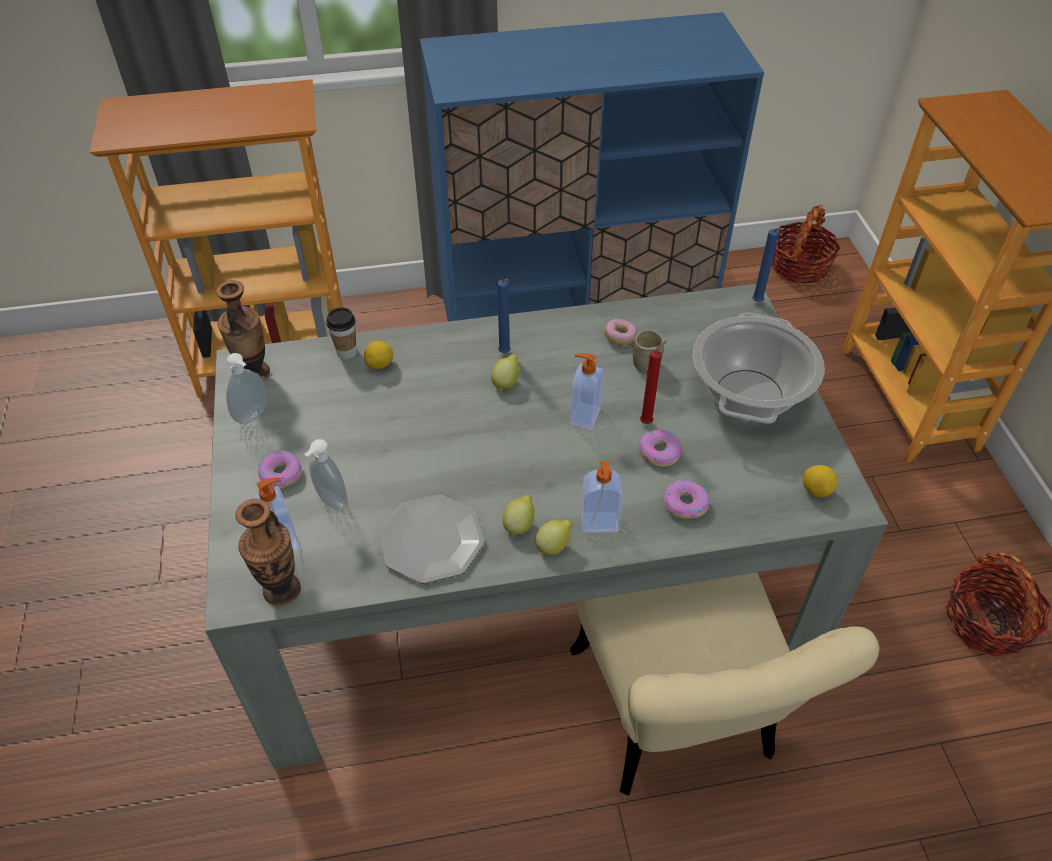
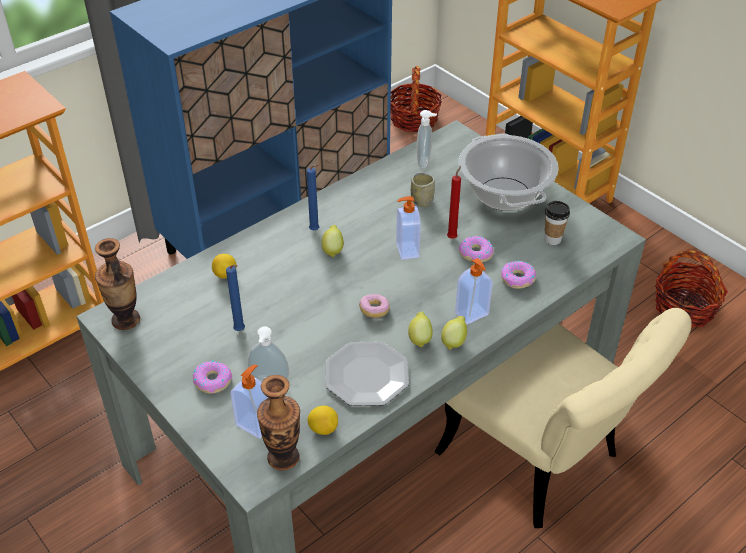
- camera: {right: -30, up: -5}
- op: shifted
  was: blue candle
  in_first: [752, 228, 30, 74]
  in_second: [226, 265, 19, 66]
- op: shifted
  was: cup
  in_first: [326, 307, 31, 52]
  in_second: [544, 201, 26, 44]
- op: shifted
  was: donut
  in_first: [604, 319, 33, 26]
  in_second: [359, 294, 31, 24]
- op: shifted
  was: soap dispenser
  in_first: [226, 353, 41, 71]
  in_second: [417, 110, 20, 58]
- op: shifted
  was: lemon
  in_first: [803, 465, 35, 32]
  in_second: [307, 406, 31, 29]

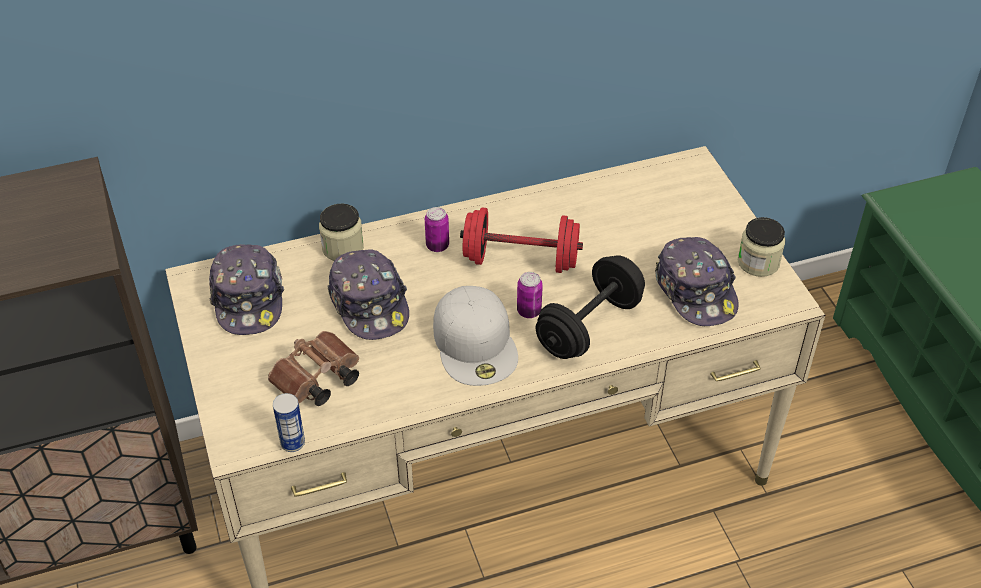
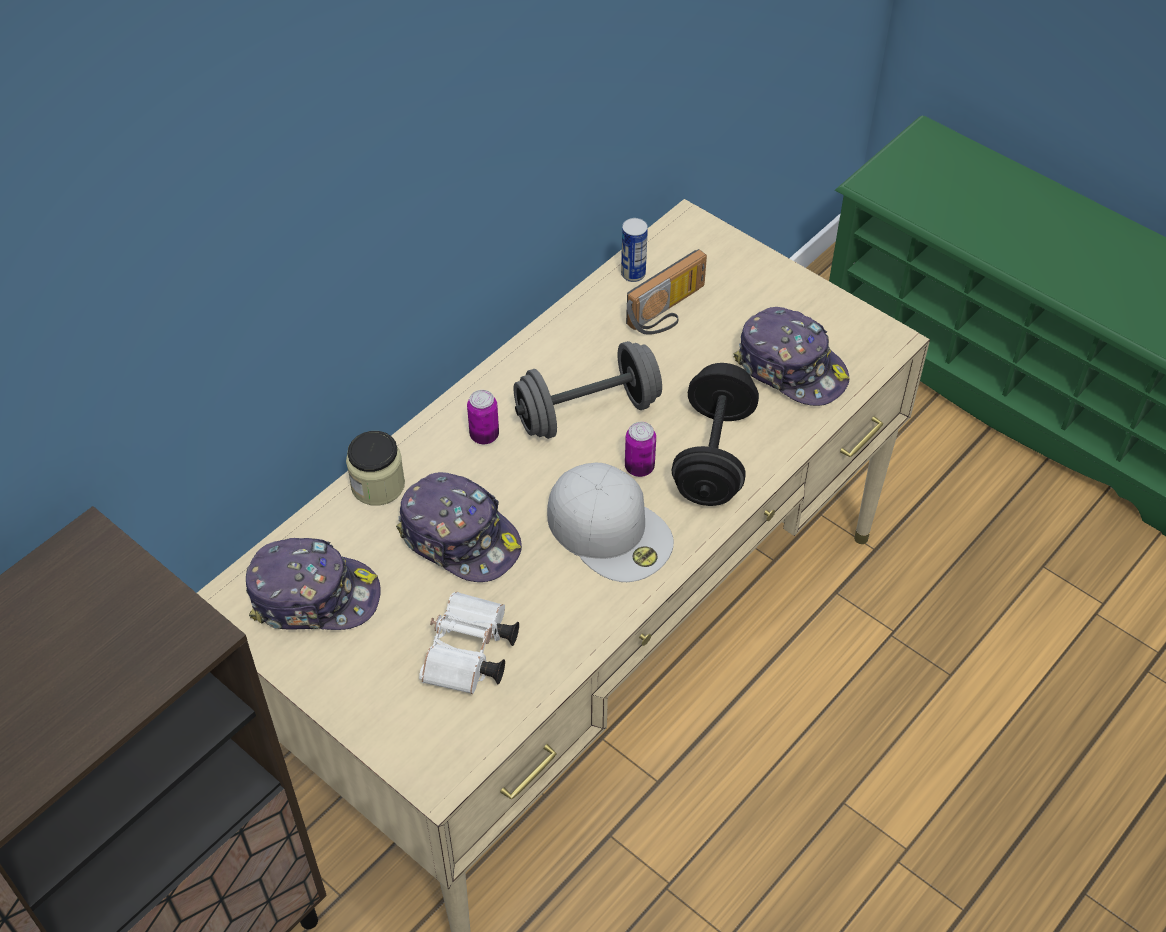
- camera: {right: -30, up: 5}
- op: repainted
  was: red dumbbell
  now: grey dumbbell
  in_first: [460, 208, 123, 65]
  in_second: [514, 341, 148, 98]
- op: gone
  was: jar
  in_first: [738, 217, 47, 60]
- op: rotated
  was: cap
  in_first: [209, 244, 75, 91]
  in_second: [246, 538, 135, 92]
  clockwise: -45
- op: repainted
  was: brown binoculars
  now: white binoculars
  in_first: [268, 331, 91, 75]
  in_second: [419, 592, 100, 102]
- op: shifted
  was: can
  in_first: [273, 393, 32, 59]
  in_second: [621, 218, 27, 64]
- op: new
  now: radio
  in_second: [626, 249, 81, 86]

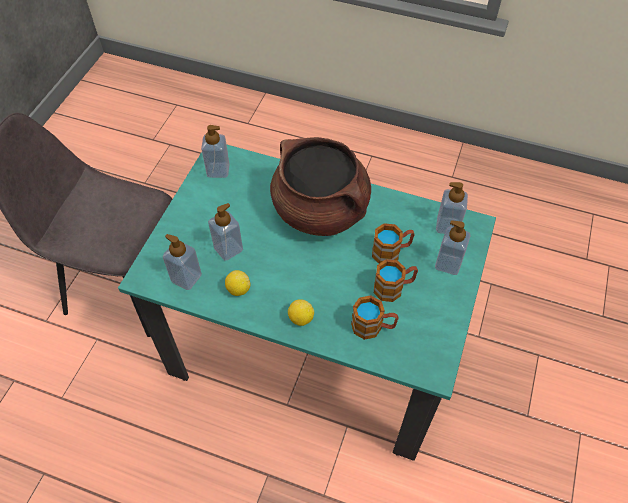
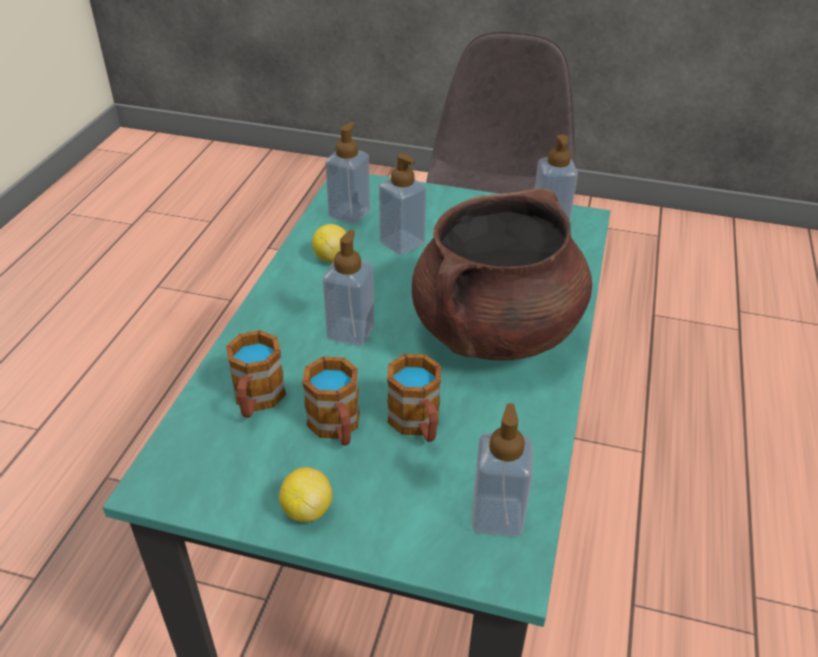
- camera: {right: 85, up: -15}
- op: shifted
  was: soap dispenser
  in_first: [435, 220, 36, 55]
  in_second: [323, 230, 51, 116]
- op: shifted
  was: lemon
  in_first: [288, 299, 26, 27]
  in_second: [279, 467, 53, 55]

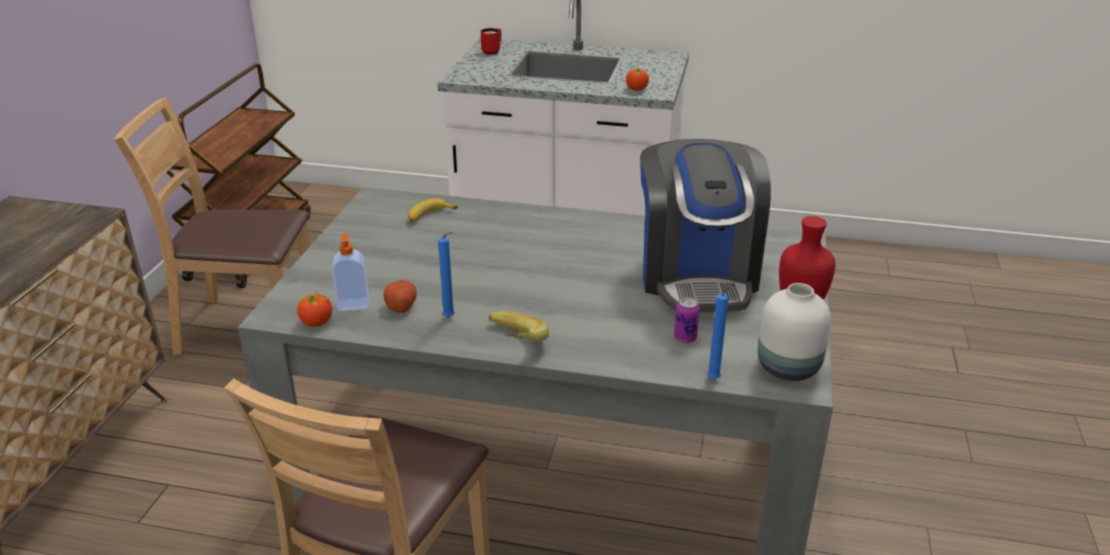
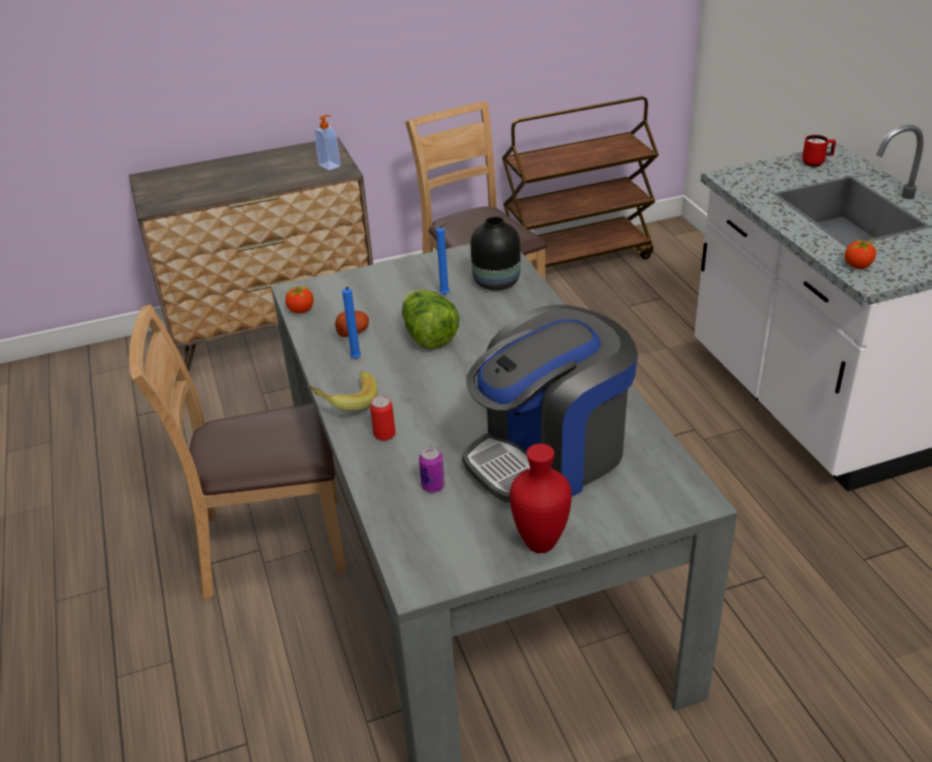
- camera: {right: 60, up: 5}
- op: swapped
  was: banana
  now: black vase
  in_first: [408, 198, 50, 24]
  in_second: [471, 216, 50, 74]
- op: shifted
  was: soap dispenser
  in_first: [332, 233, 37, 78]
  in_second: [314, 115, 27, 55]
- op: gone
  was: white vase
  in_first: [758, 283, 73, 98]
- op: shifted
  was: blue candle
  in_first: [707, 284, 27, 95]
  in_second: [436, 223, 13, 71]
- op: new
  now: lettuce
  in_second: [402, 290, 57, 59]
- op: new
  now: can
  in_second: [370, 395, 26, 46]

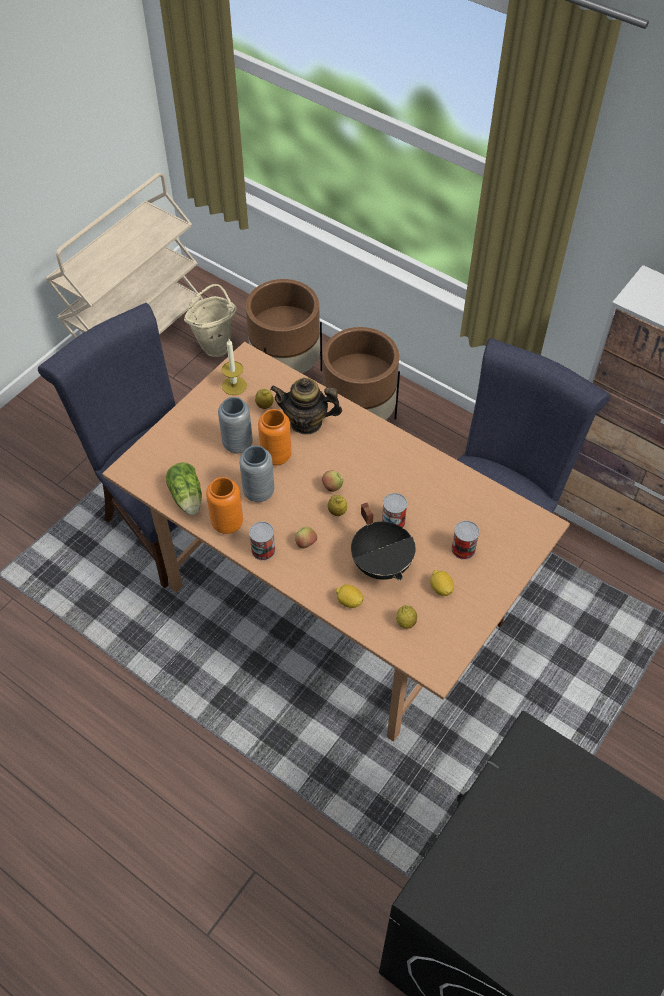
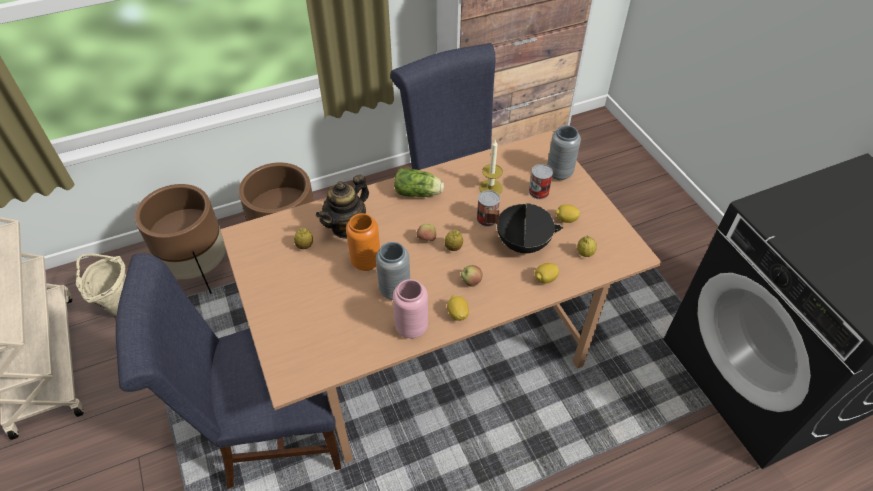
- camera: {right: -60, up: -5}
- op: shifted
  was: candle
  in_first: [222, 339, 25, 56]
  in_second: [479, 139, 24, 56]
- op: shifted
  was: grey vase
  in_first: [218, 397, 35, 56]
  in_second: [547, 125, 34, 55]
- op: shifted
  was: lettuce
  in_first: [166, 462, 36, 53]
  in_second: [394, 168, 50, 29]
- op: repainted
  was: orange vase
  now: pink vase
  in_first: [206, 477, 37, 57]
  in_second: [393, 279, 35, 59]
- op: swapped
  was: can
  now: lemon
  in_first: [249, 521, 27, 40]
  in_second: [447, 295, 22, 26]

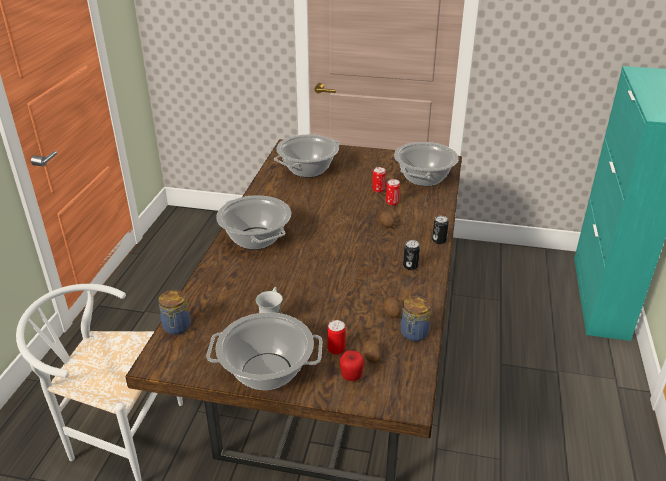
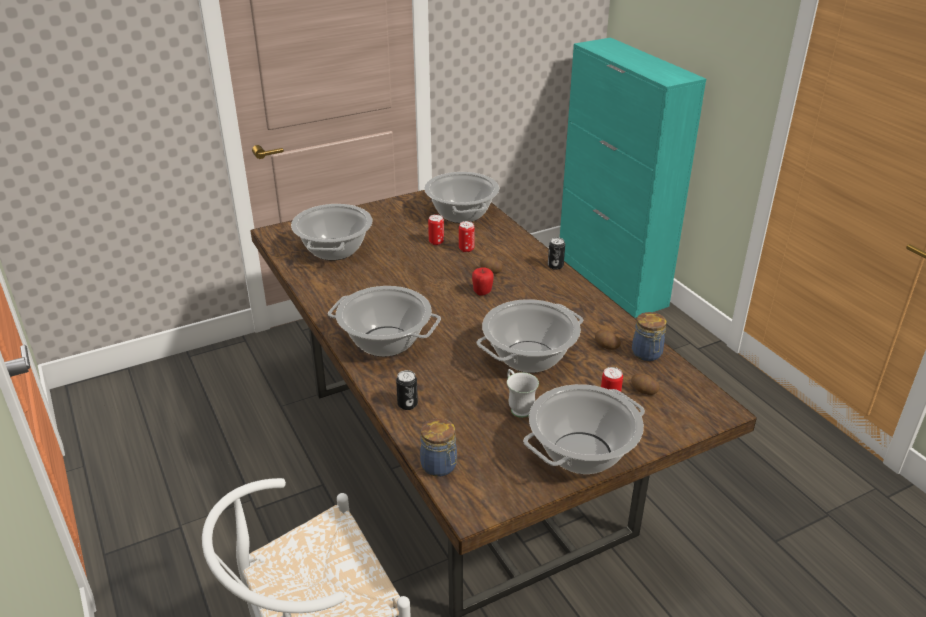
- camera: {right: -40, up: 0}
- op: shifted
  was: can
  in_first: [403, 240, 17, 30]
  in_second: [396, 370, 22, 40]
- op: shifted
  was: apple
  in_first: [340, 350, 24, 31]
  in_second: [472, 267, 22, 29]
- op: new
  now: cooking pot
  in_second: [477, 299, 106, 74]

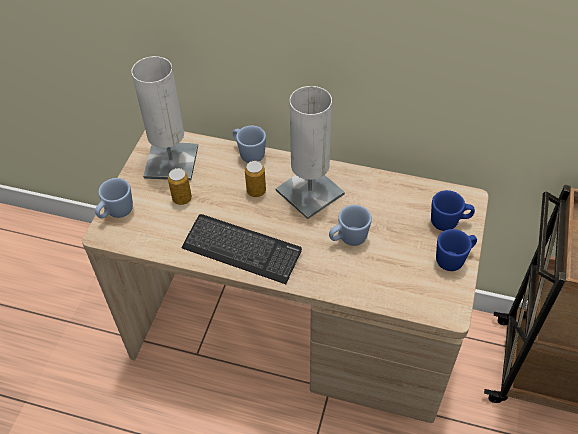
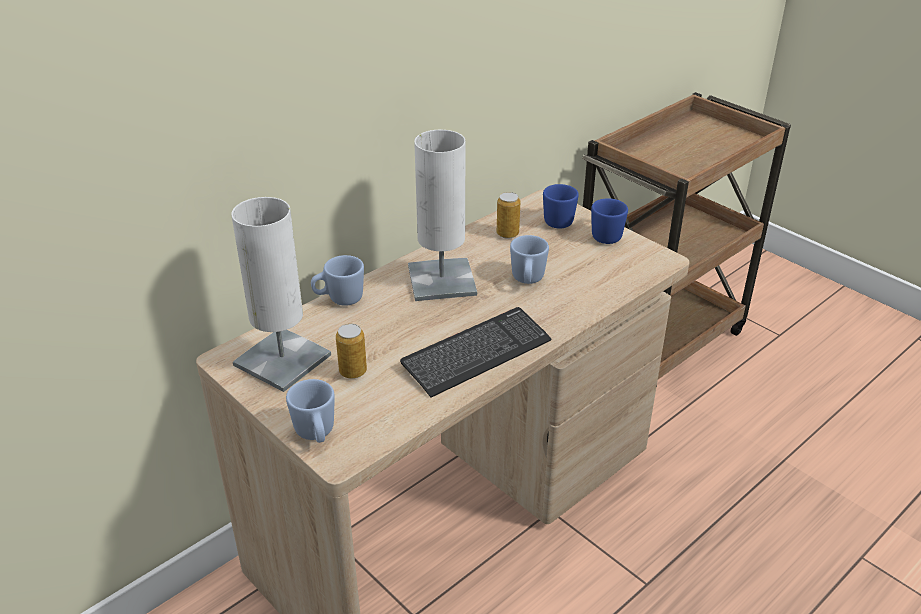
- camera: {right: -60, up: -15}
- op: shifted
  was: can
  in_first: [245, 161, 21, 36]
  in_second: [497, 192, 23, 47]

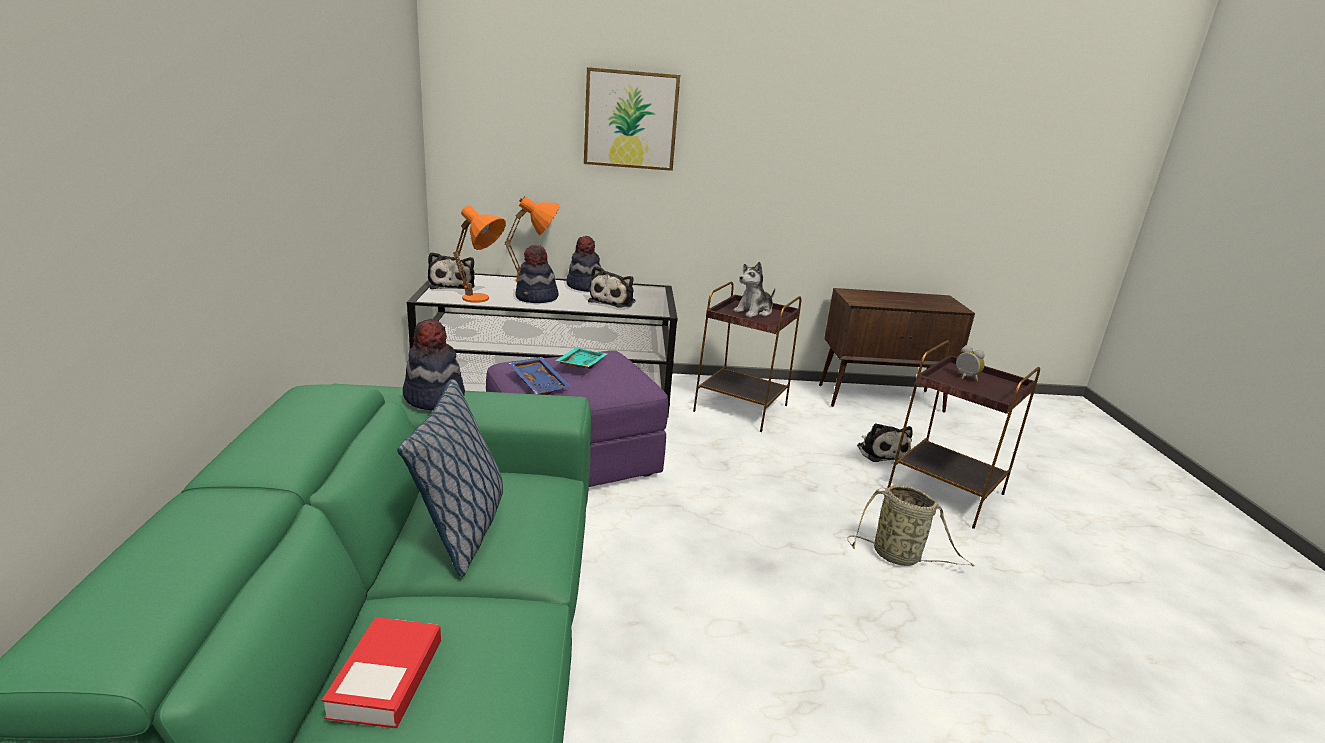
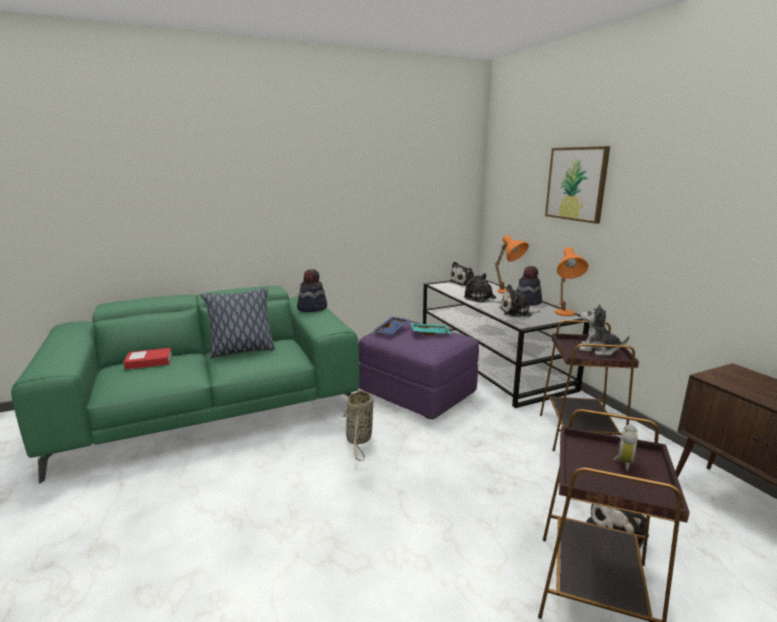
- camera: {right: 70, up: -5}
- op: shifted
  was: orange table lamp
  in_first: [453, 205, 53, 98]
  in_second: [555, 247, 34, 69]
- op: swapped
  was: hat
  now: plush toy
  in_first: [515, 245, 44, 58]
  in_second: [463, 273, 38, 30]
- op: shifted
  was: basket
  in_first: [847, 485, 128, 81]
  in_second: [342, 388, 31, 73]

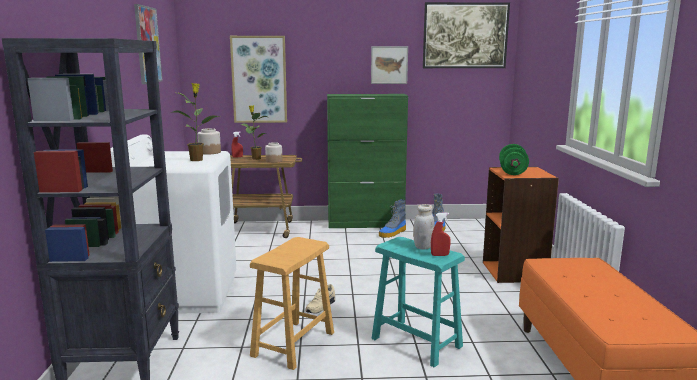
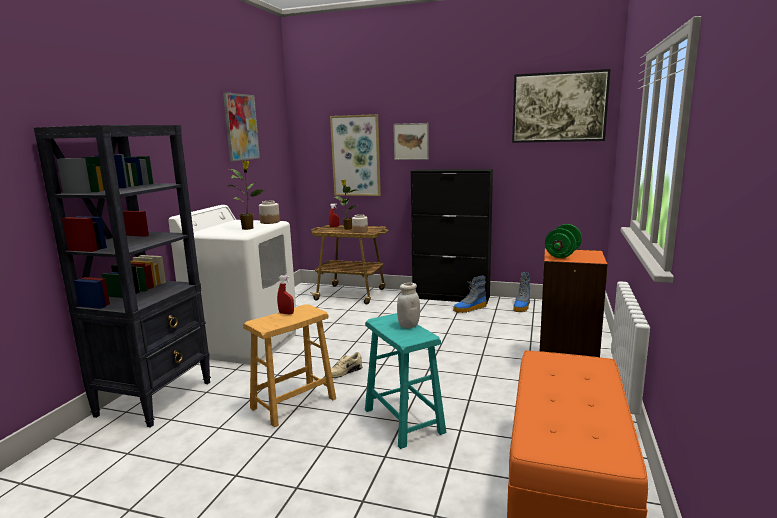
- camera: {right: 20, up: 0}
- op: shifted
  was: picture
  in_first: [371, 46, 37, 38]
  in_second: [393, 123, 36, 37]
- op: repainted
  was: green cabinet
  now: black cabinet
  in_first: [327, 94, 81, 134]
  in_second: [411, 169, 82, 134]
- op: shifted
  was: red spray bottle
  in_first: [431, 212, 20, 44]
  in_second: [277, 275, 17, 39]

